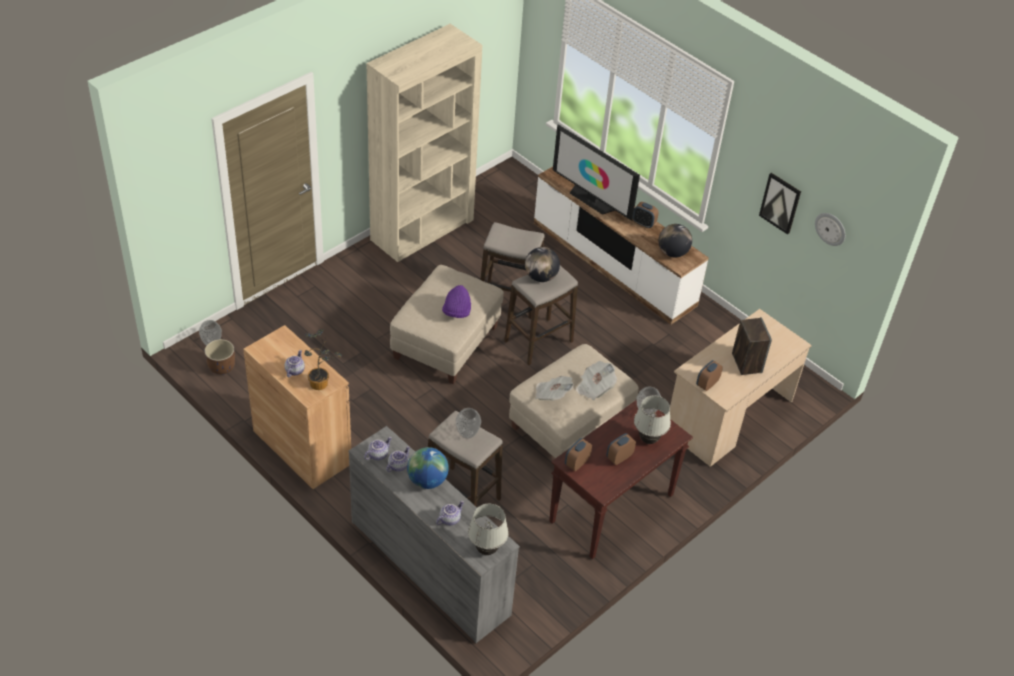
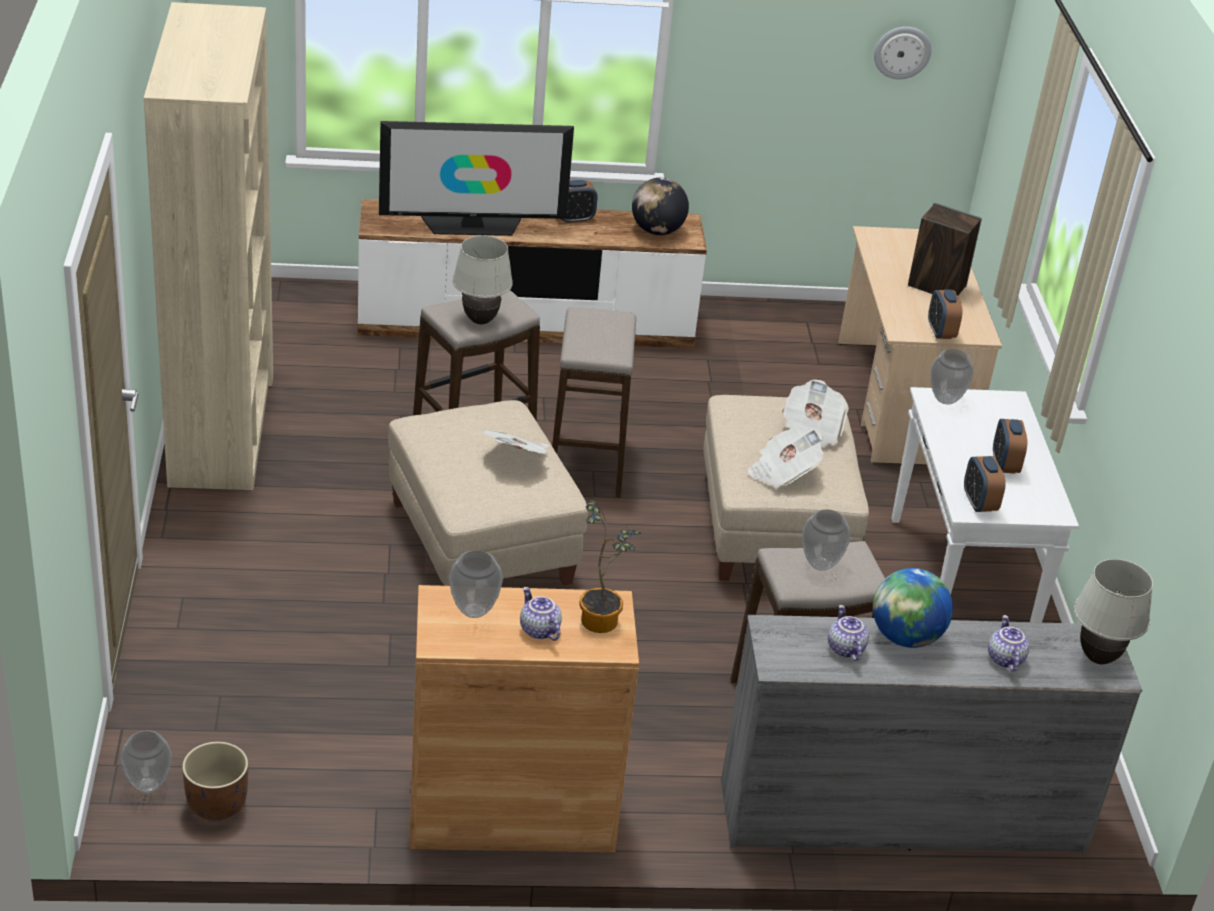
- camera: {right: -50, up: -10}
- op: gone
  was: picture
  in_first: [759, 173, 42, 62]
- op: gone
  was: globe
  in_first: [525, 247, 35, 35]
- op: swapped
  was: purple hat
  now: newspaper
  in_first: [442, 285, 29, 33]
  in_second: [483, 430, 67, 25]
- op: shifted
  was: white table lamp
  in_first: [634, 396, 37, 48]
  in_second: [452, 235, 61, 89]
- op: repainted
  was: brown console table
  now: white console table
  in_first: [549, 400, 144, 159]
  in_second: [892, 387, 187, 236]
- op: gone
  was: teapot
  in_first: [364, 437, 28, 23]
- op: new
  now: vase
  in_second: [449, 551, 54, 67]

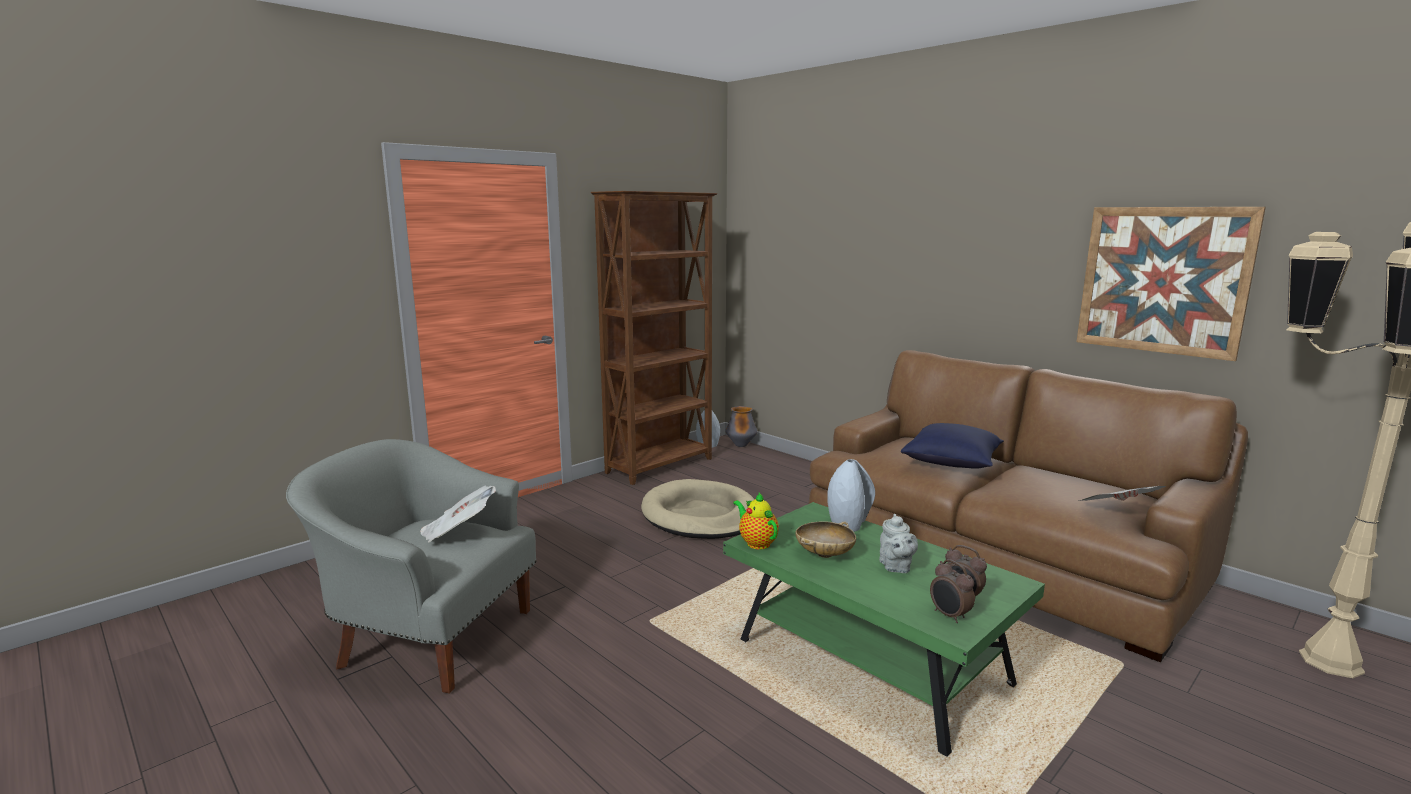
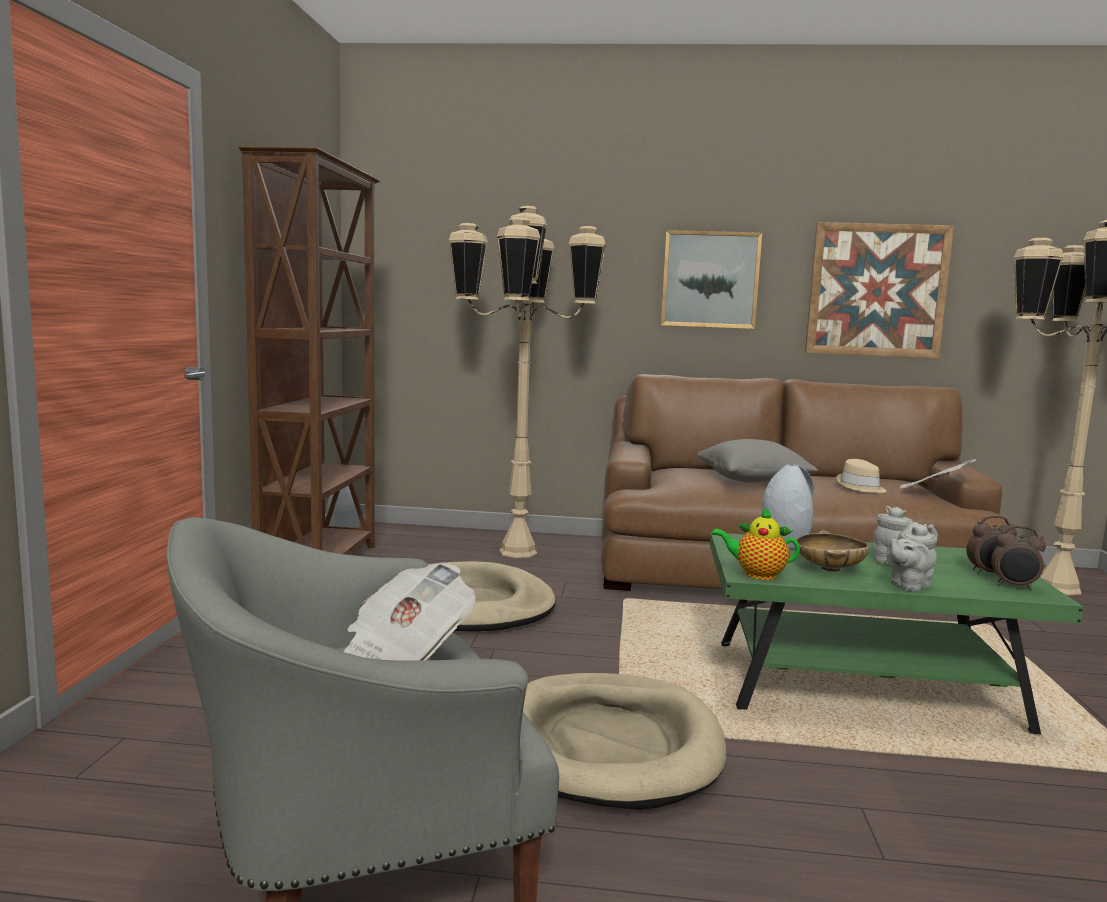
- camera: {right: -40, up: -5}
- op: gone
  was: vase
  in_first: [725, 406, 33, 41]
- op: repainted
  was: blue pillow
  now: grey pillow
  in_first: [901, 423, 103, 46]
  in_second: [697, 439, 121, 43]
- op: new
  now: beige floor lamp
  in_second: [449, 206, 157, 352]
- op: new
  now: picture
  in_second: [661, 230, 101, 99]
- op: new
  now: beige hat
  in_second: [836, 459, 50, 34]
- op: new
  now: grey teapot
  in_second: [886, 524, 51, 67]
- op: new
  now: beige dog bed
  in_second: [523, 673, 203, 137]

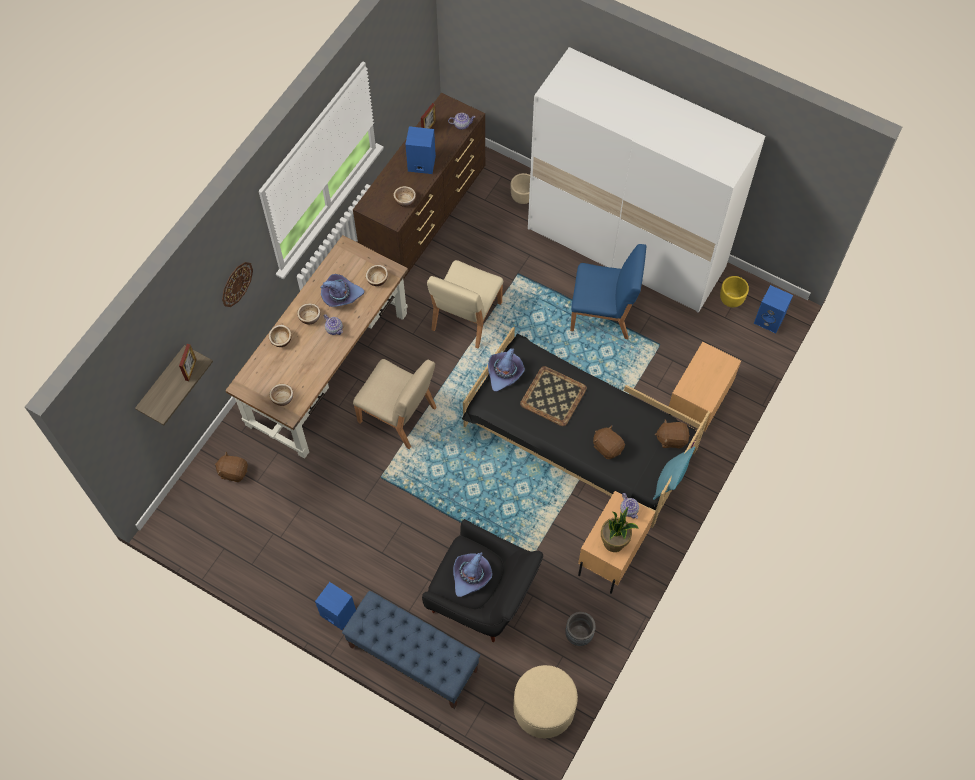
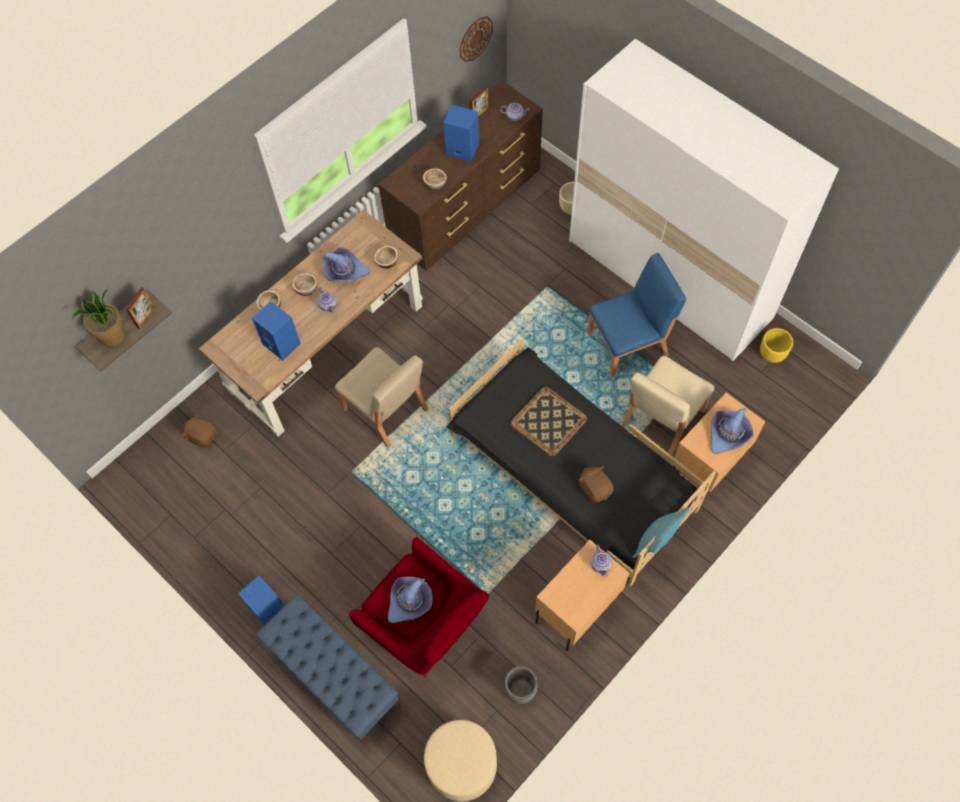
- camera: {right: 15, up: 0}
- op: rotated
  was: blue chair
  in_first: [570, 244, 76, 95]
  in_second: [587, 253, 99, 124]
  clockwise: -45
- op: shifted
  was: beige chair
  in_first: [427, 260, 76, 88]
  in_second: [622, 356, 92, 100]
- op: shifted
  was: wall clock
  in_first: [222, 262, 31, 45]
  in_second: [459, 16, 34, 46]
- op: shifted
  was: blue speaker
  in_first: [754, 285, 39, 48]
  in_second: [252, 301, 49, 60]
- op: shifted
  was: purple hat
  in_first: [488, 348, 37, 44]
  in_second: [710, 408, 43, 46]
- op: gone
  was: bowl
  in_first: [269, 384, 24, 22]
- op: gone
  was: brown plush toy
  in_first: [655, 420, 35, 28]
- op: shifted
  was: potted plant
  in_first: [601, 507, 38, 45]
  in_second: [72, 288, 53, 59]
- op: repainted
  was: black armchair
  now: red armchair
  in_first: [422, 519, 121, 123]
  in_second: [349, 537, 140, 141]

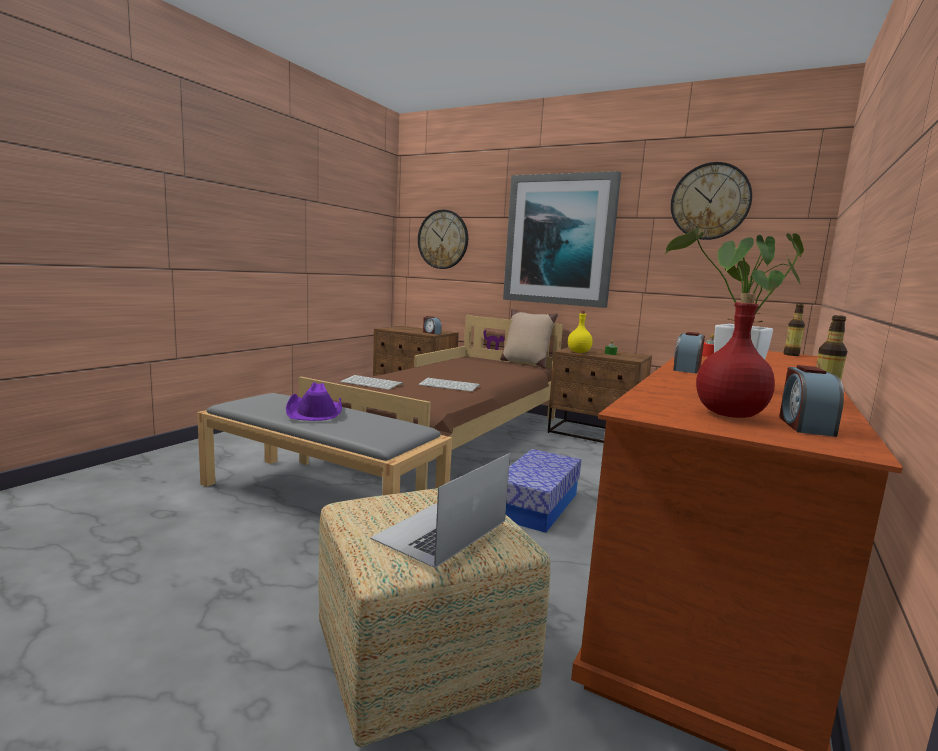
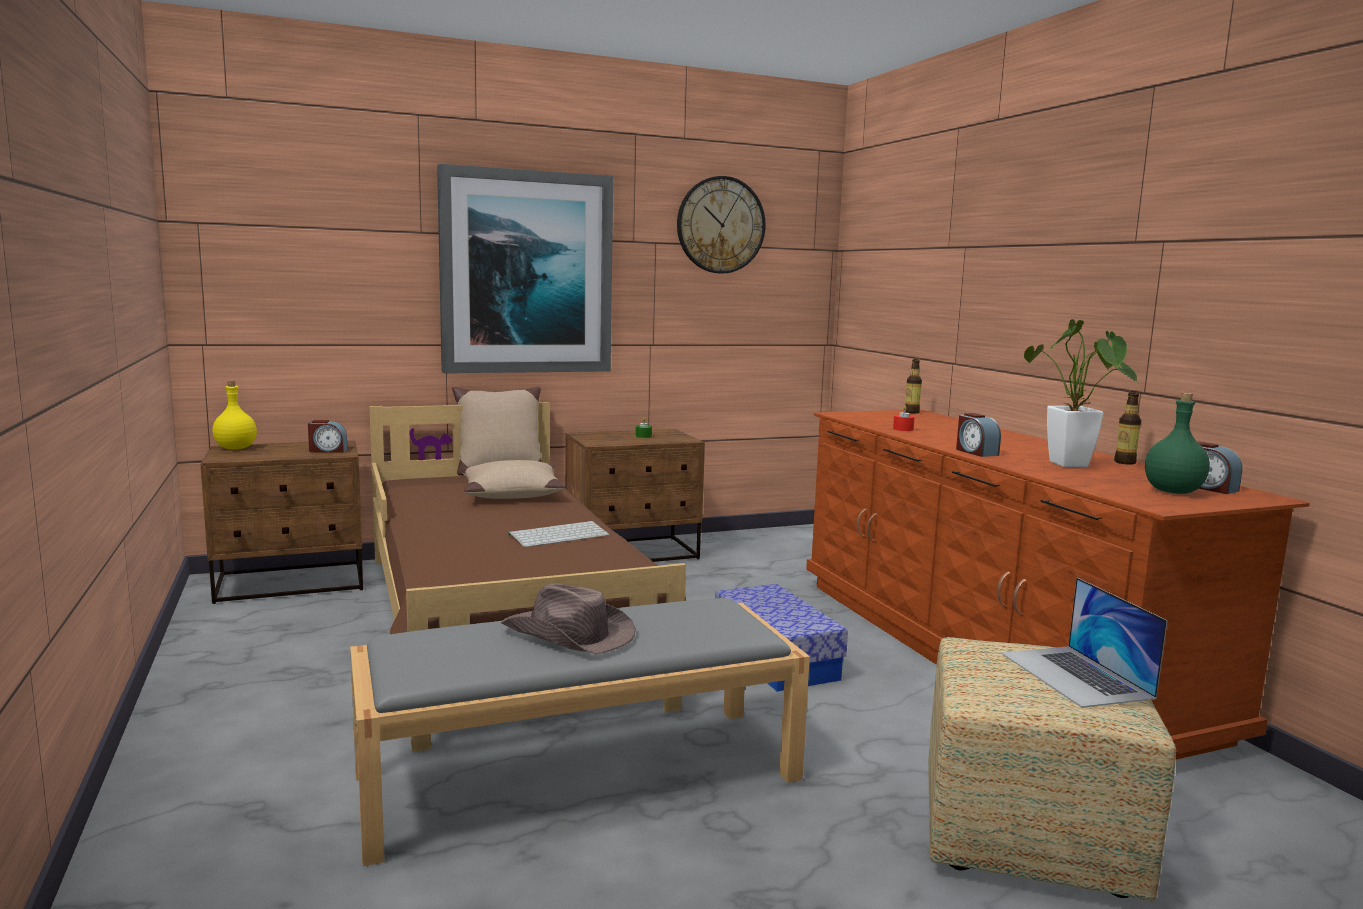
- camera: {right: -50, up: 0}
- op: gone
  was: wall clock
  in_first: [418, 210, 50, 59]
- op: repainted
  was: red bottle
  now: green bottle
  in_first: [696, 293, 79, 125]
  in_second: [1145, 393, 65, 101]
- op: shifted
  was: yellow bottle
  in_first: [568, 310, 25, 43]
  in_second: [213, 381, 44, 69]
- op: gone
  was: keyboard
  in_first: [340, 375, 63, 15]
- op: repainted
  was: purple hat
  now: brown hat
  in_first: [286, 382, 56, 39]
  in_second: [501, 583, 135, 72]
- op: new
  now: beige pillow
  in_second: [460, 460, 105, 39]

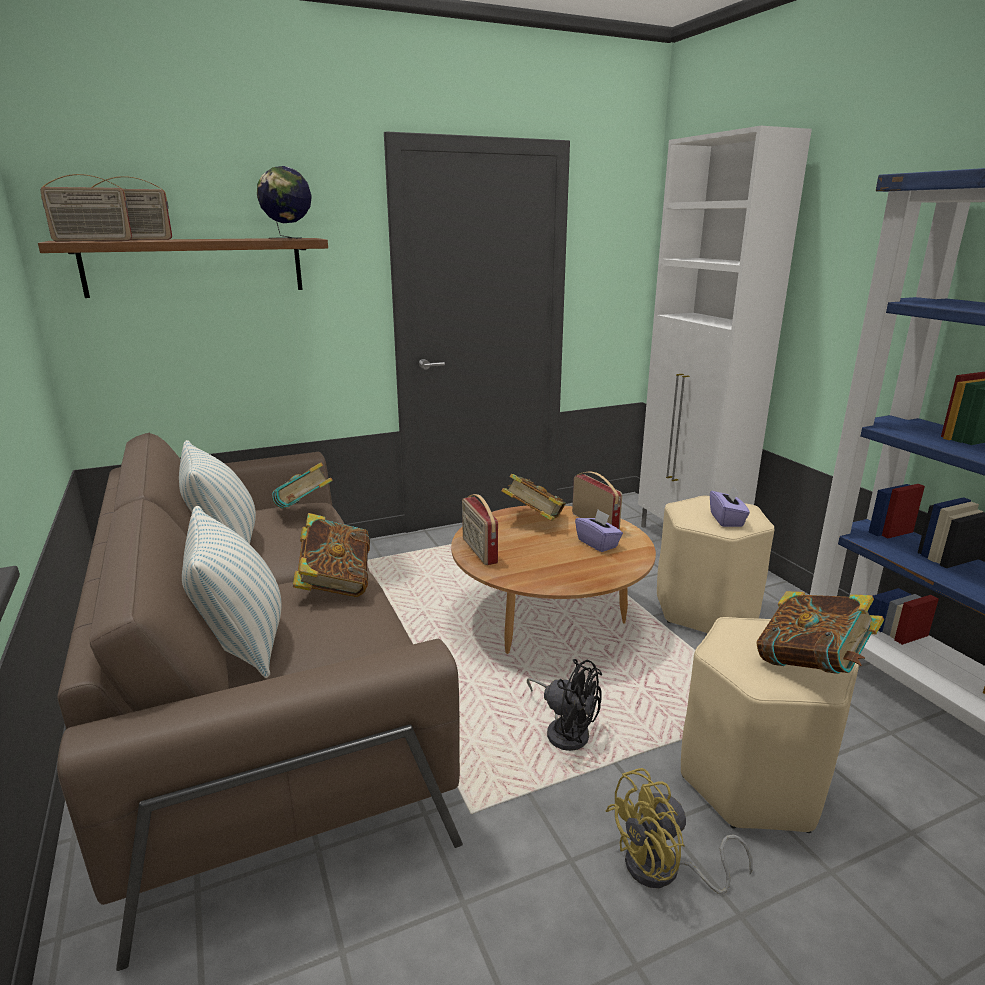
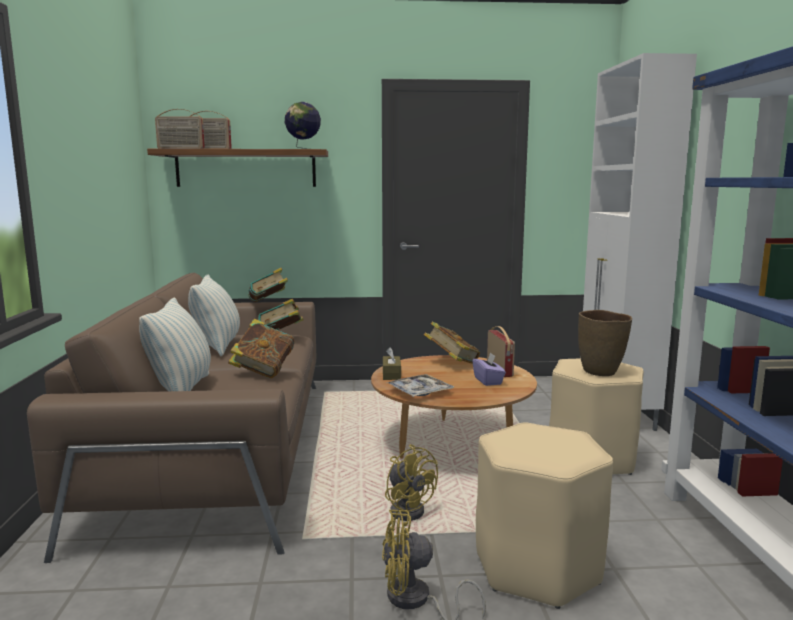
- camera: {right: 20, up: -10}
- op: swapped
  was: purple tissue box
  now: brown vase
  in_first: [710, 486, 40, 41]
  in_second: [578, 310, 54, 66]
- op: swapped
  was: radio
  now: brown tissue box
  in_first: [462, 494, 36, 71]
  in_second: [383, 347, 18, 33]
- op: shifted
  was: book
  in_first: [757, 591, 127, 83]
  in_second: [248, 268, 40, 34]
- op: repainted
  was: black fan
  now: yellow fan
  in_first: [527, 659, 75, 92]
  in_second: [385, 444, 53, 77]
- op: new
  now: tray
  in_second: [387, 374, 67, 23]

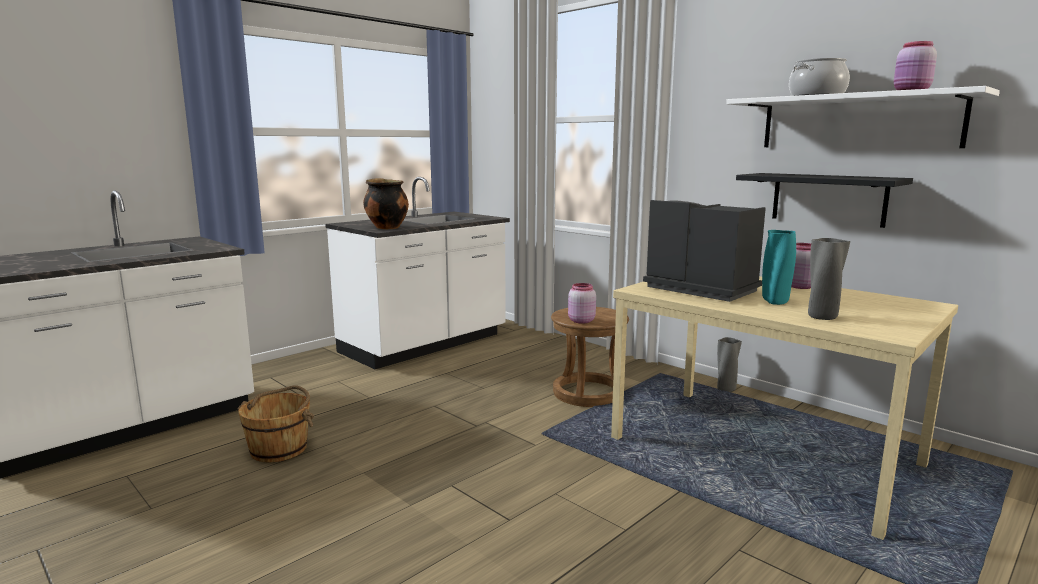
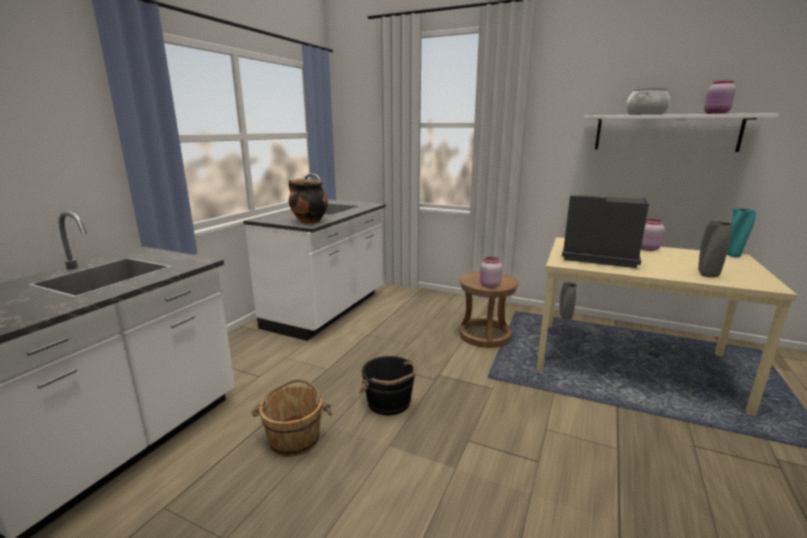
- camera: {right: -20, up: 5}
- op: gone
  was: black shelf
  in_first: [736, 173, 177, 55]
- op: shifted
  was: turquoise vase
  in_first: [762, 230, 34, 75]
  in_second: [727, 208, 29, 49]
- op: new
  now: black bucket
  in_second: [359, 356, 57, 60]

